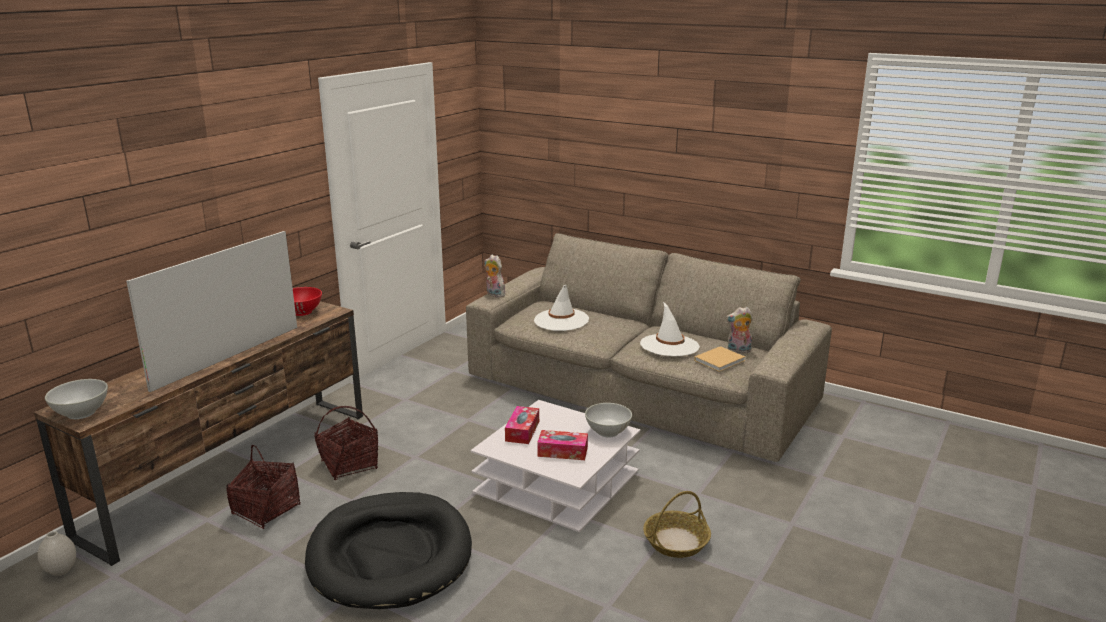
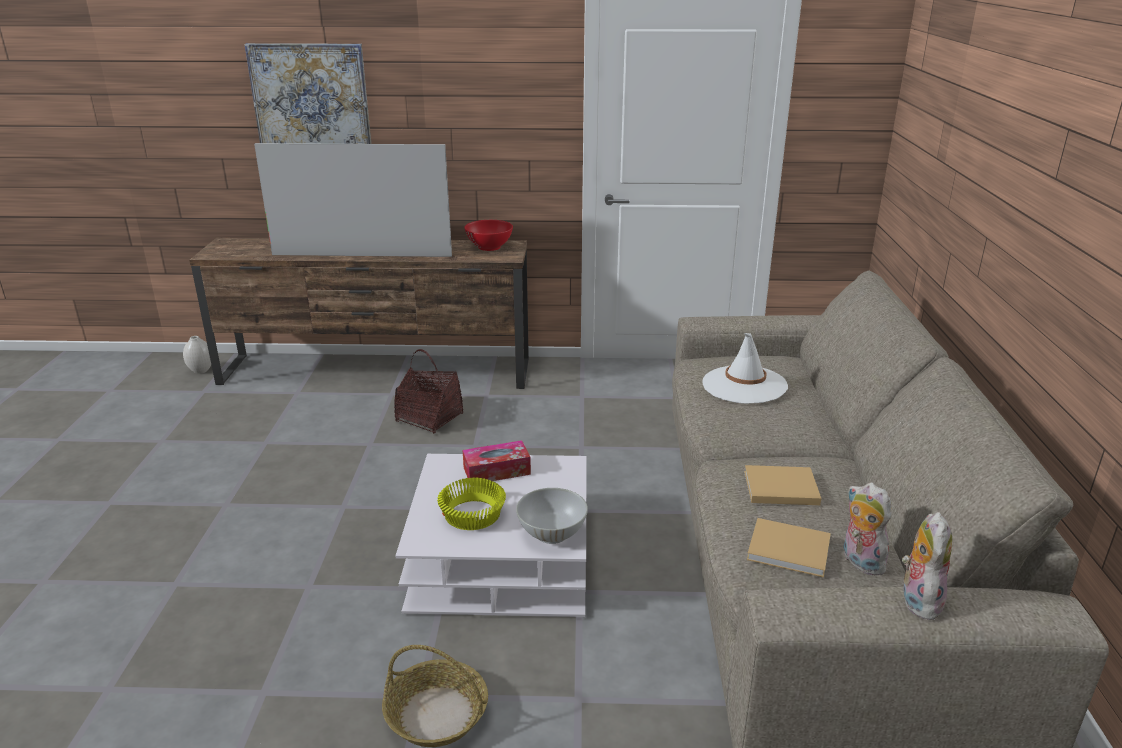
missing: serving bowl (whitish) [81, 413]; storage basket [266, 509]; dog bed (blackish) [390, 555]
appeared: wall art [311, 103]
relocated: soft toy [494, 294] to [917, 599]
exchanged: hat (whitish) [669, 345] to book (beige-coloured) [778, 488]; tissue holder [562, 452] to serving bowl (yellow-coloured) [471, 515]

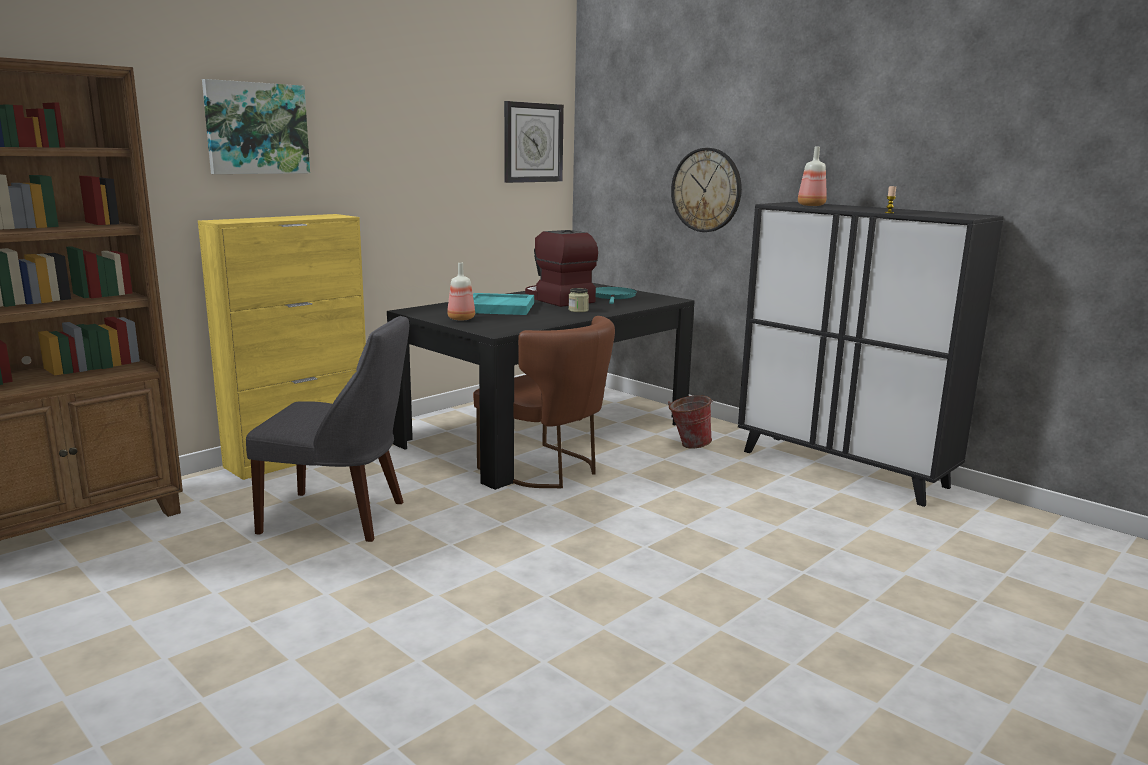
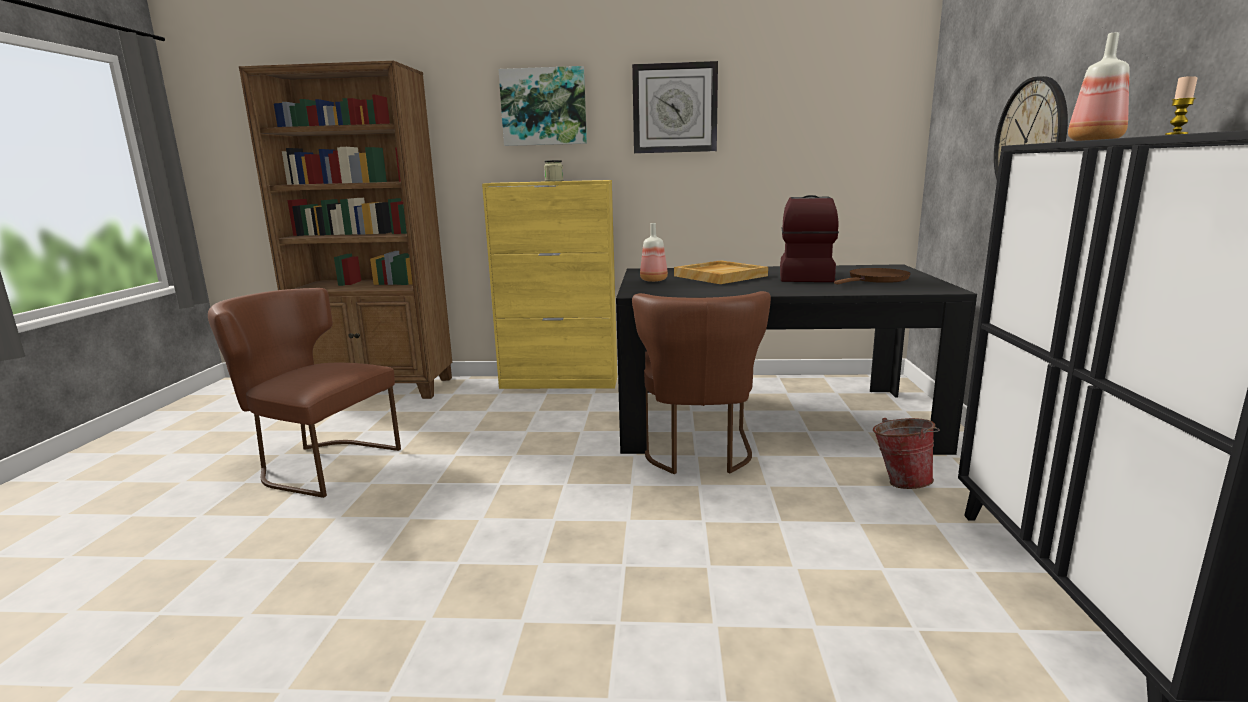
missing: upright chair (gray) [340, 517]
appeared: upright chair (brownish) [319, 464]
relocated: clock on the wall [533, 142] to [675, 108]; jar [578, 310] to [554, 181]
colour: skillet (turquoise-coloured) [613, 297] to skillet (brownish) [876, 279]; tray (turquoise-coloured) [498, 307] to tray (beige-coloured) [720, 276]

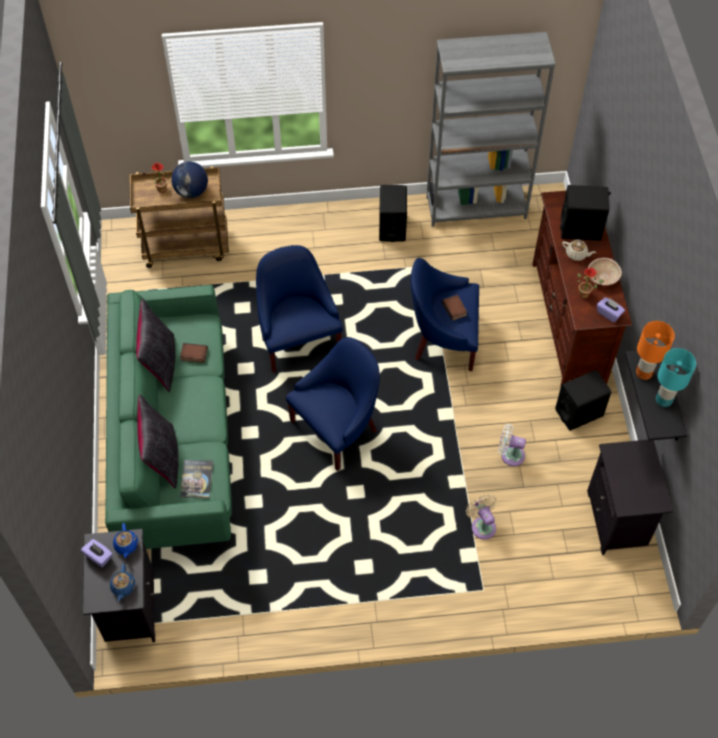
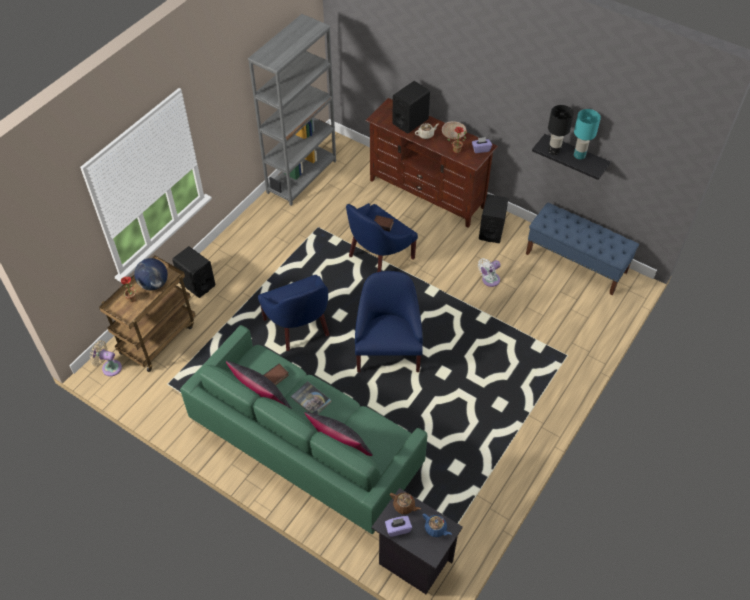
relocated: audio speaker (blackish) [392, 227] to [196, 284]; book [196, 479] to [311, 399]; fan (beige-coloured) [482, 525] to [109, 367]
exchanged: night table (blackish) [618, 520] to long seat (blue) [576, 263]
colour: lamp for a table (orange-coloured) [644, 373] to lamp for a table (blackish) [554, 151]; pot for tea (blue) [126, 545] to pot for tea (brownish) [404, 506]
spun: armchair (blue) [297, 339] = [299, 327] 135 degrees counterclockwise

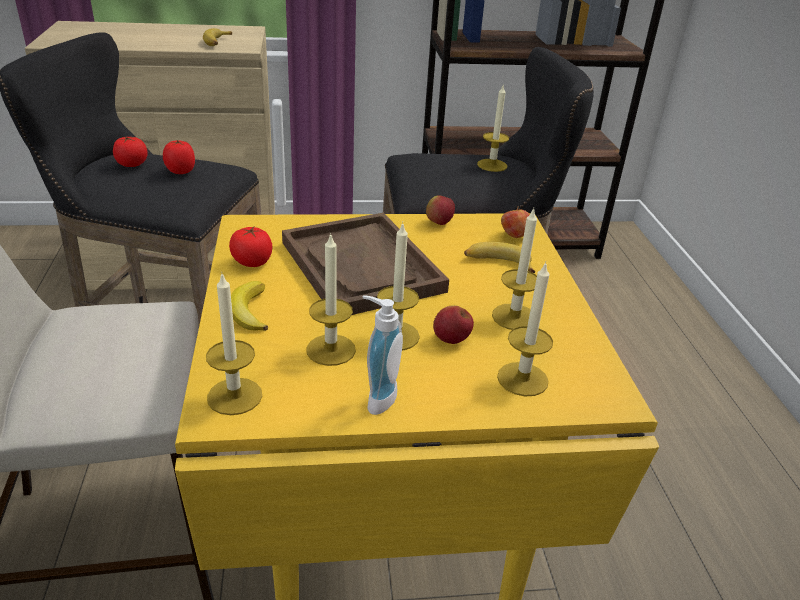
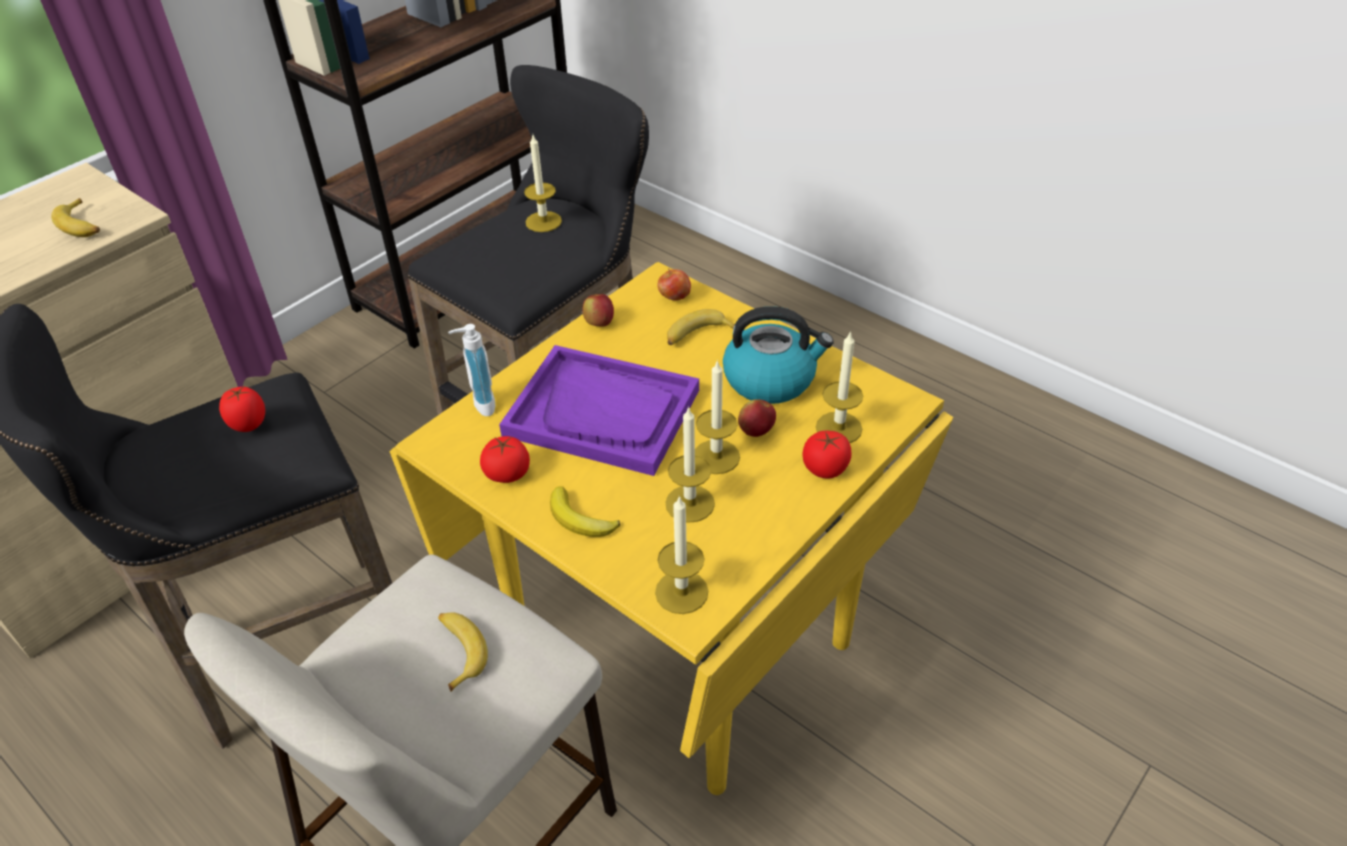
appeared: banana fruit [458, 651]
relocated: whole tomato [132, 164] to [825, 468]; soap bottle [377, 398] to [479, 404]
exchanged: candle [514, 317] to tea kettle [771, 379]
colour: tray (brownish) [362, 266] to tray (purplish) [603, 412]

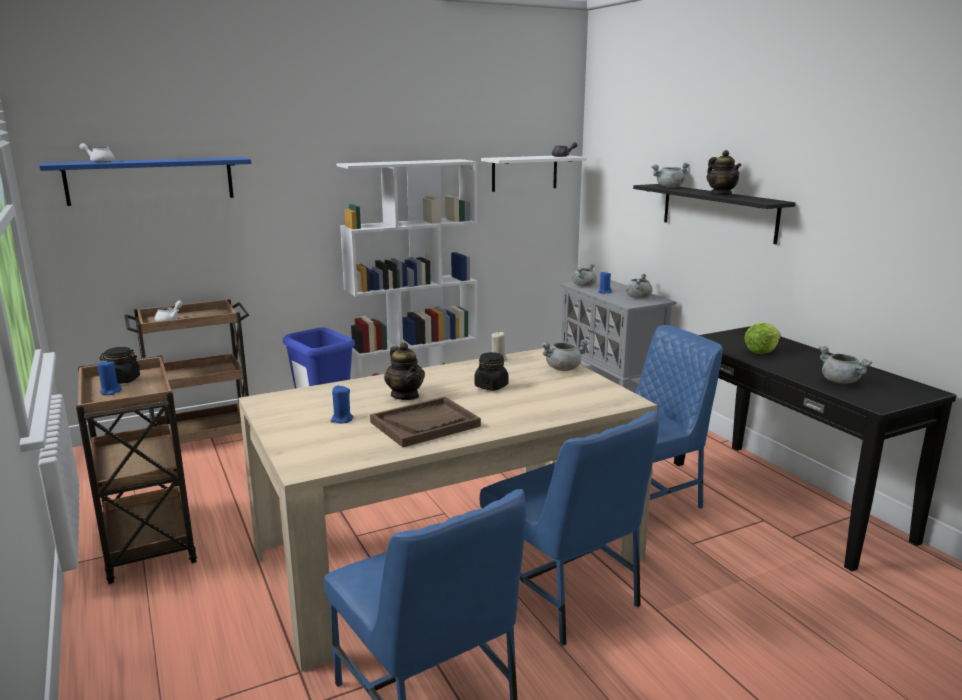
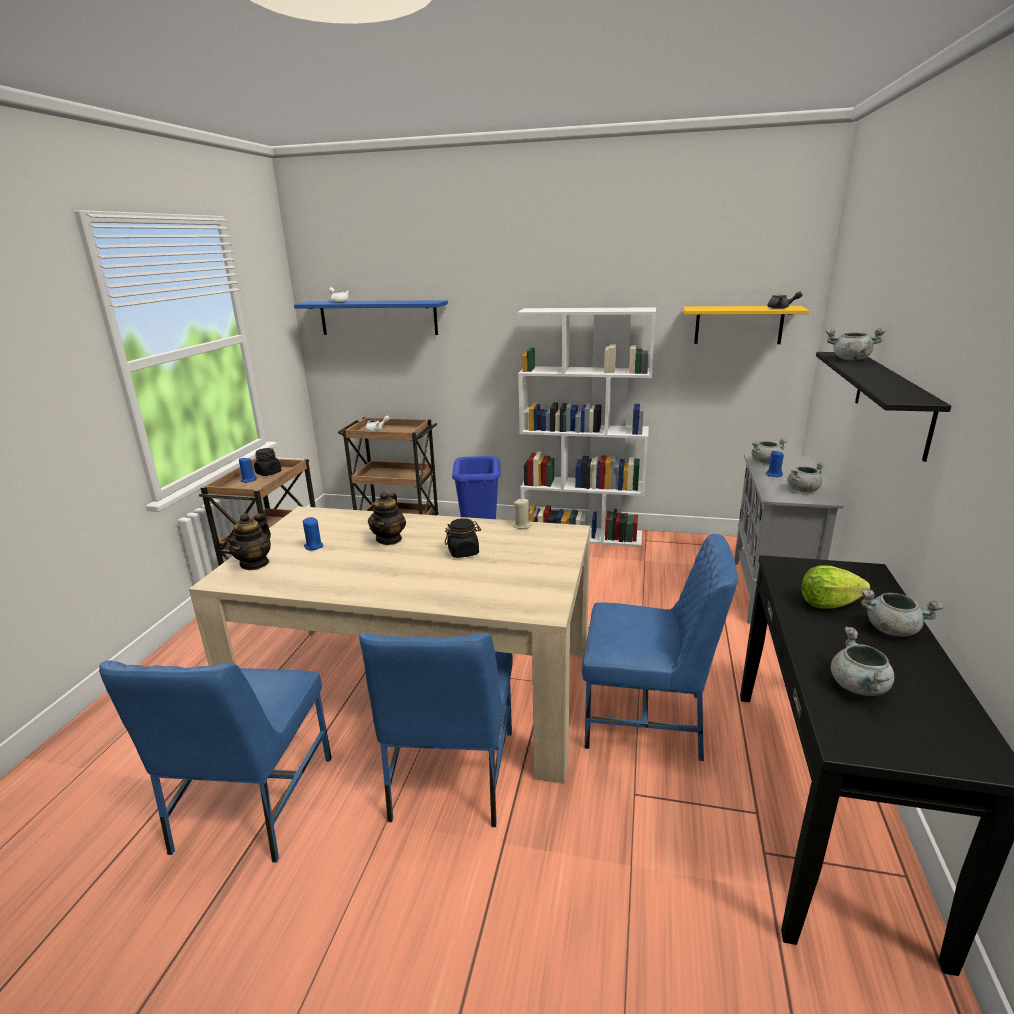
missing: tray (brownish) [425, 424]
relocated: pot for tea [721, 194] to [255, 563]; cooking pot (gray) [563, 368] to [892, 629]
colour: wall shelf (whitish) [524, 173] to wall shelf (yellow-coloured) [738, 325]

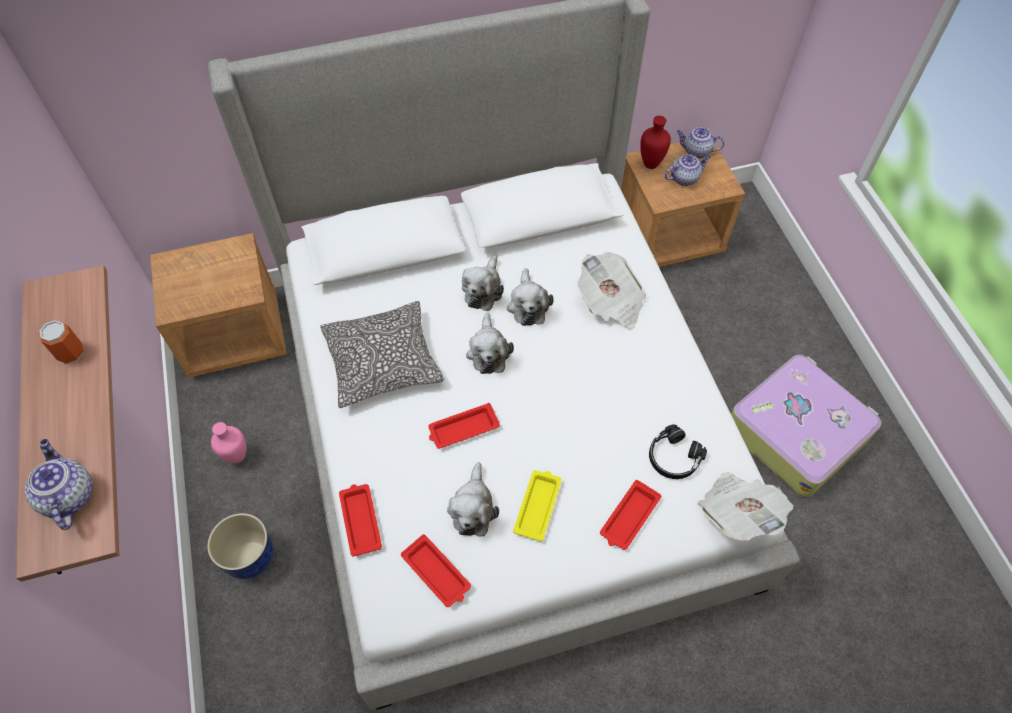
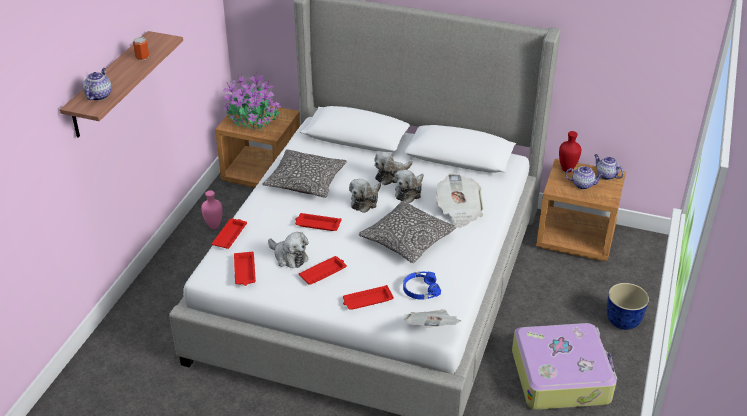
appeared: houseplant [252, 119]; pillow [407, 240]
relocated: plant pot [250, 558] to [622, 321]
colour: headset (blackish) [673, 457] to headset (blue) [420, 290]; tray (yellow-coloured) [538, 505] to tray (reddish) [323, 272]
spun: soft toy [472, 508] = [289, 257] 90 degrees counterclockwise

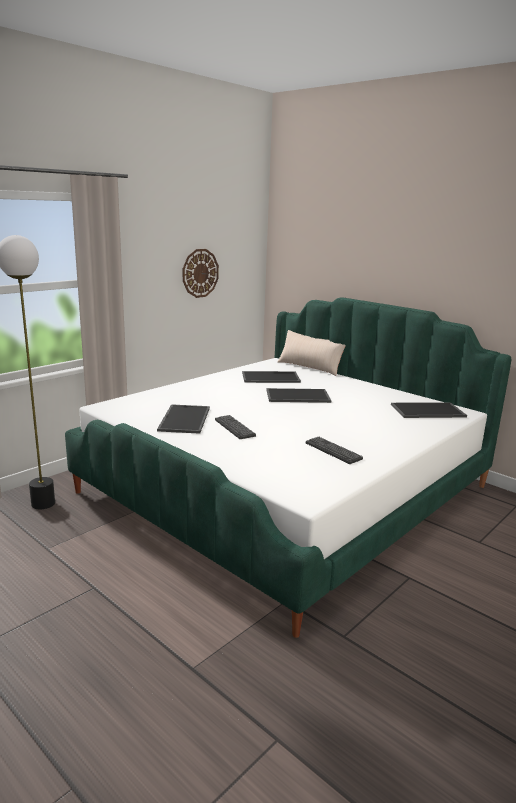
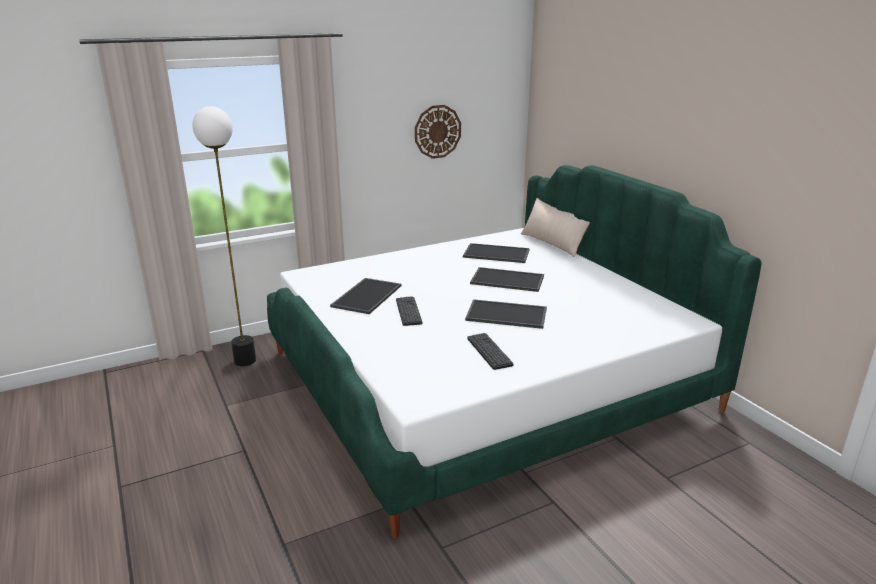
relocated: tray [427, 411] to [505, 315]

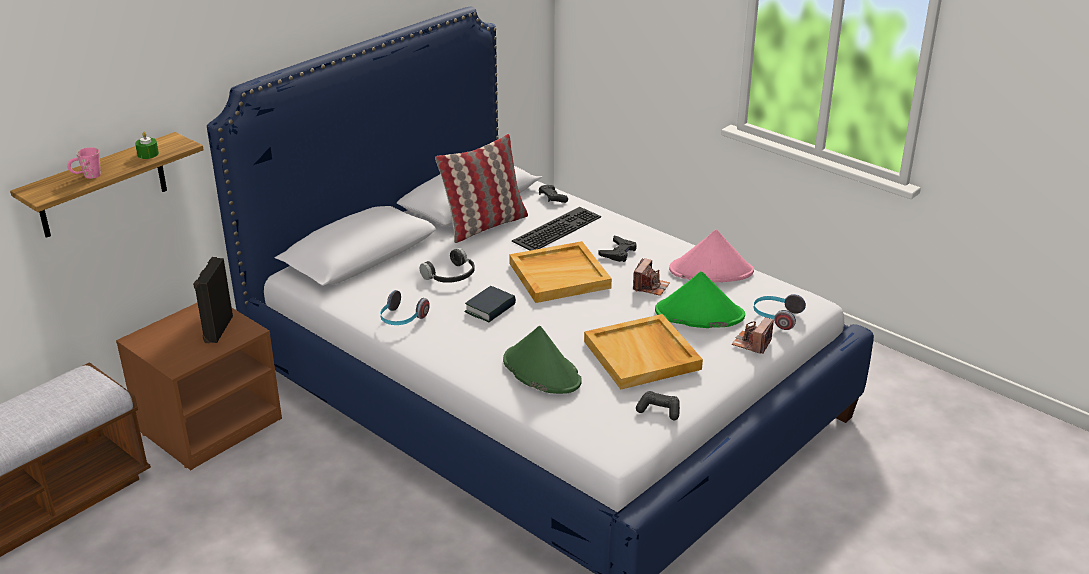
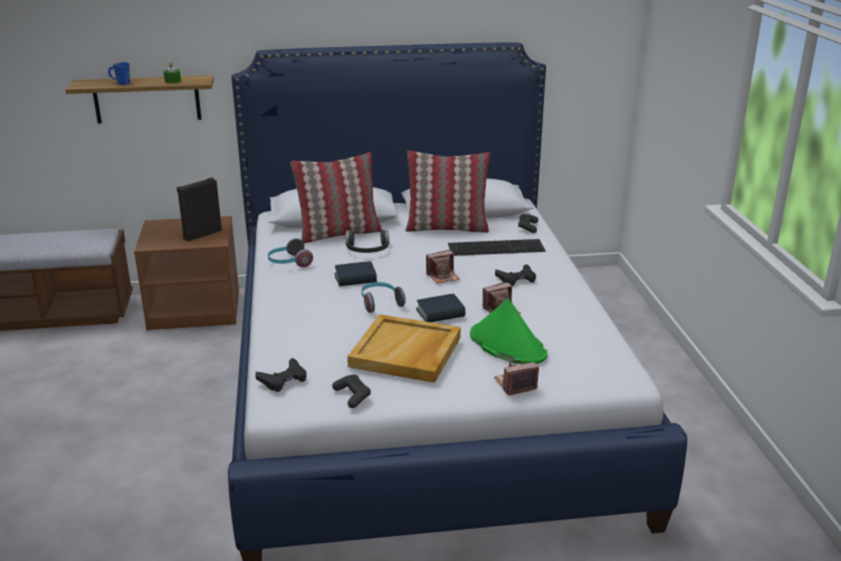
missing: hat (pink-coloured) [711, 271]; hat (green-coloured) [541, 371]
appeared: pillow [338, 233]; book [440, 313]; joypad (blackish) [283, 379]
relocated: headset [776, 317] to [380, 303]
exchanged: tray (beige-coloured) [560, 275] to photo camera [443, 276]
colour: coffee mug (pink-coloured) [87, 176] to coffee mug (blue) [120, 83]

